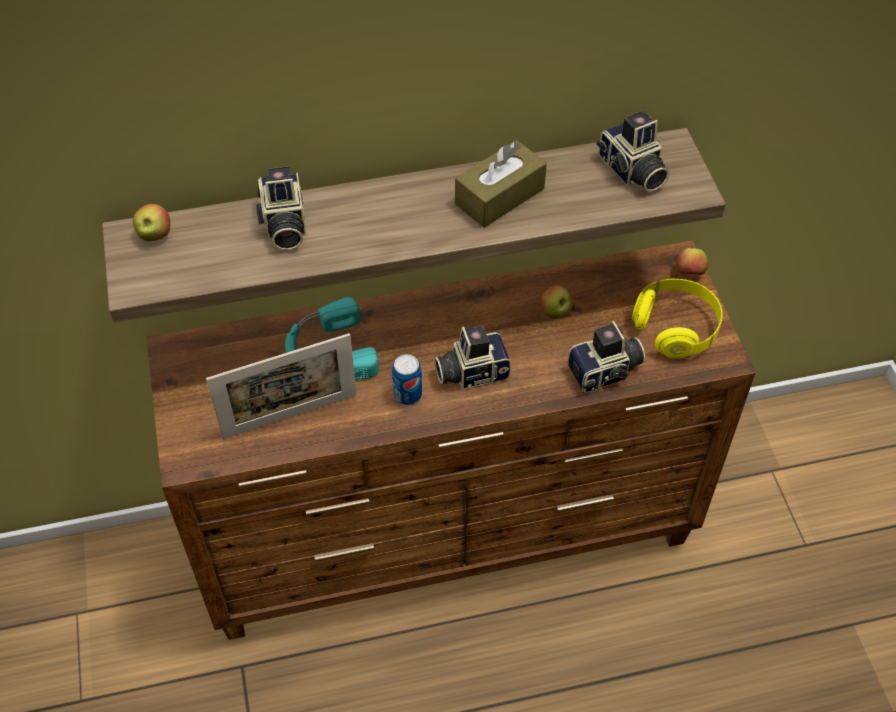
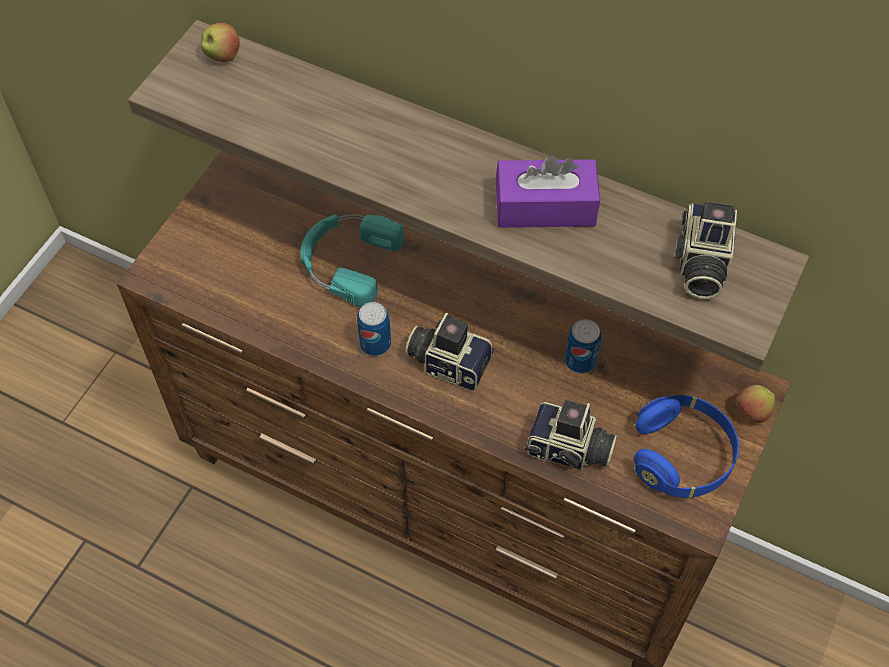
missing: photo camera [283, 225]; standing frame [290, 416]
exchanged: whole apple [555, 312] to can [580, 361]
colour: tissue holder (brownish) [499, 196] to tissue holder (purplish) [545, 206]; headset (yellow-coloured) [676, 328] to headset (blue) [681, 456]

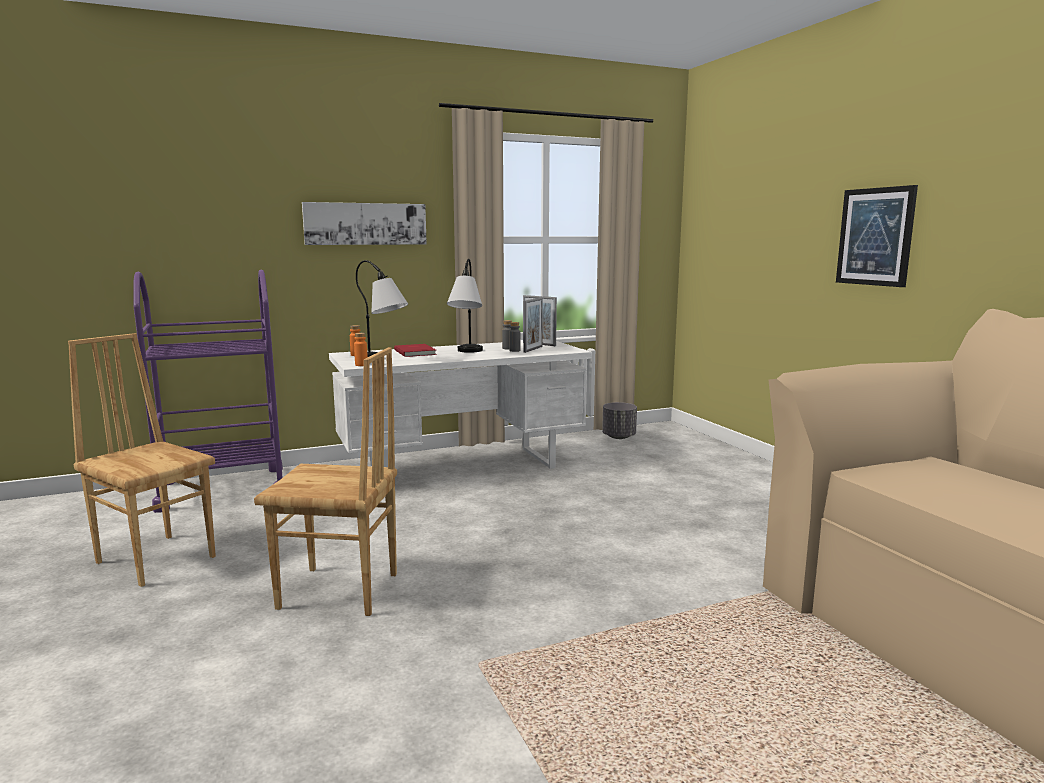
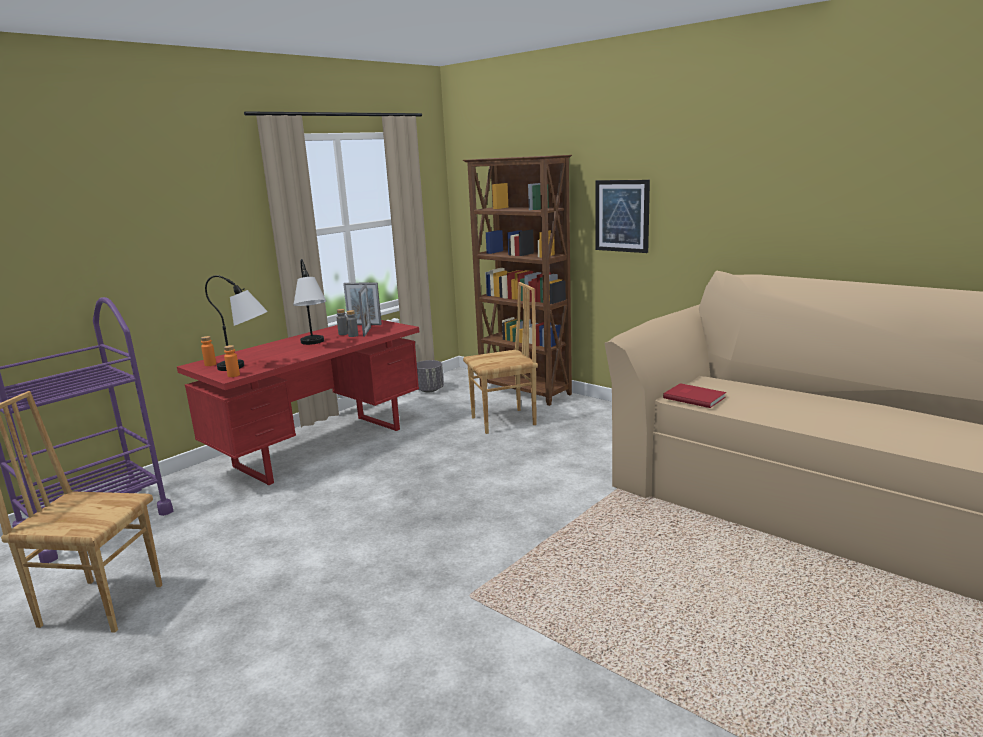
missing: wall art [365, 224]
appeared: shelving unit (brownish) [524, 392]
relocated: book (reddish) [416, 352] to [694, 397]; upright chair (brownish) [339, 592] to [504, 421]
colour: desk table (whitish) [464, 468] to desk table (reddish) [321, 446]

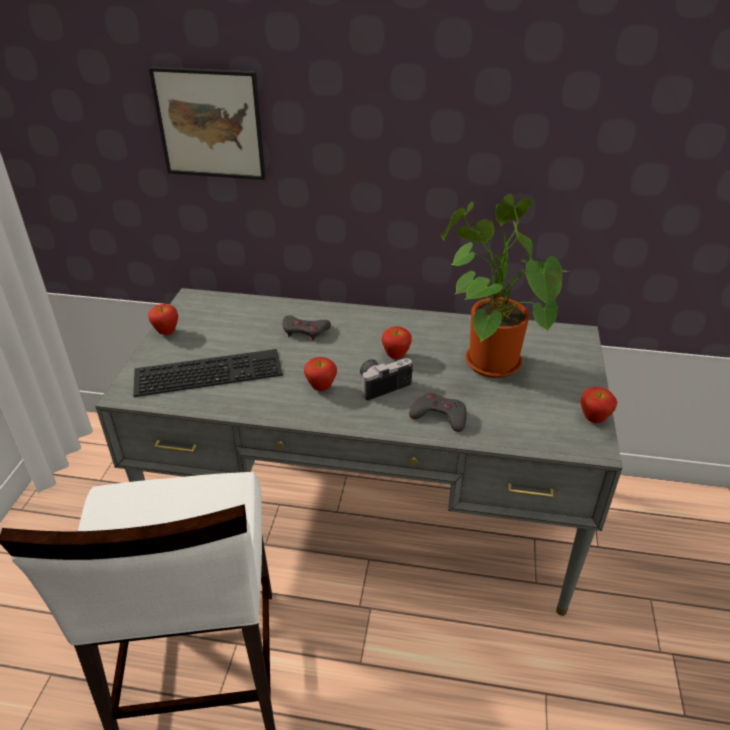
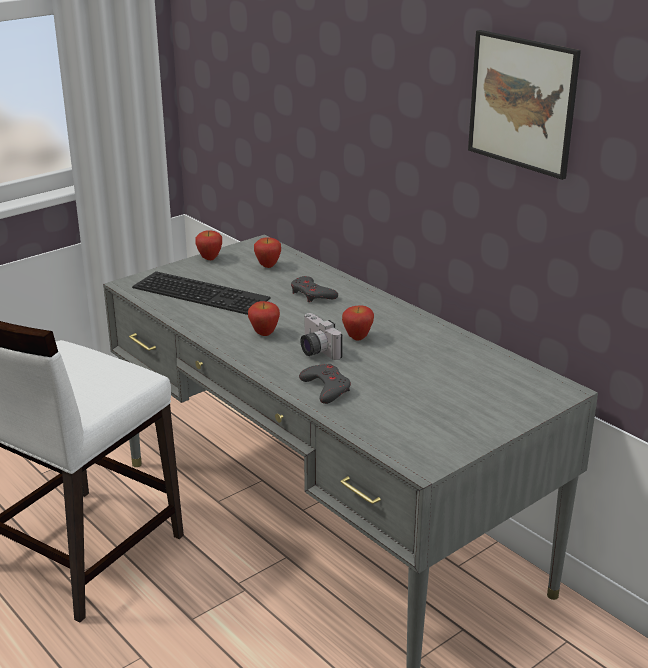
missing: houseplant [487, 360]
relocated: wall art [210, 124] to [522, 103]; whole apple [593, 420] to [268, 266]
spun: photo camera [382, 384] = [315, 350] 135 degrees counterclockwise

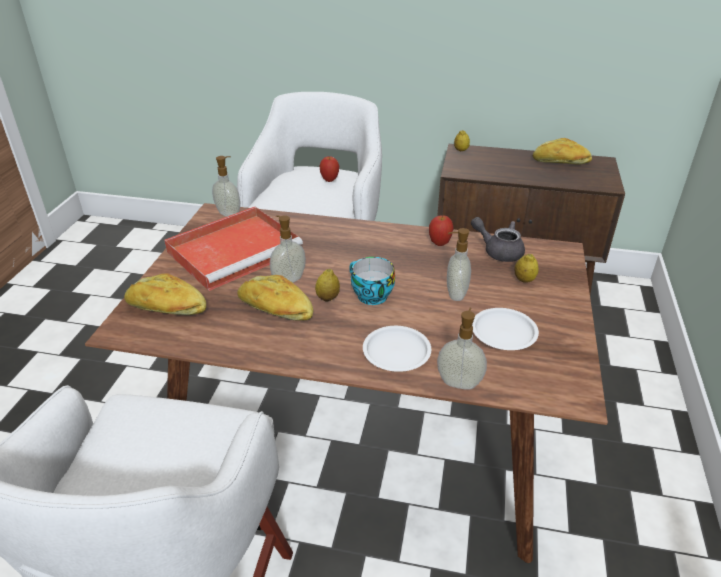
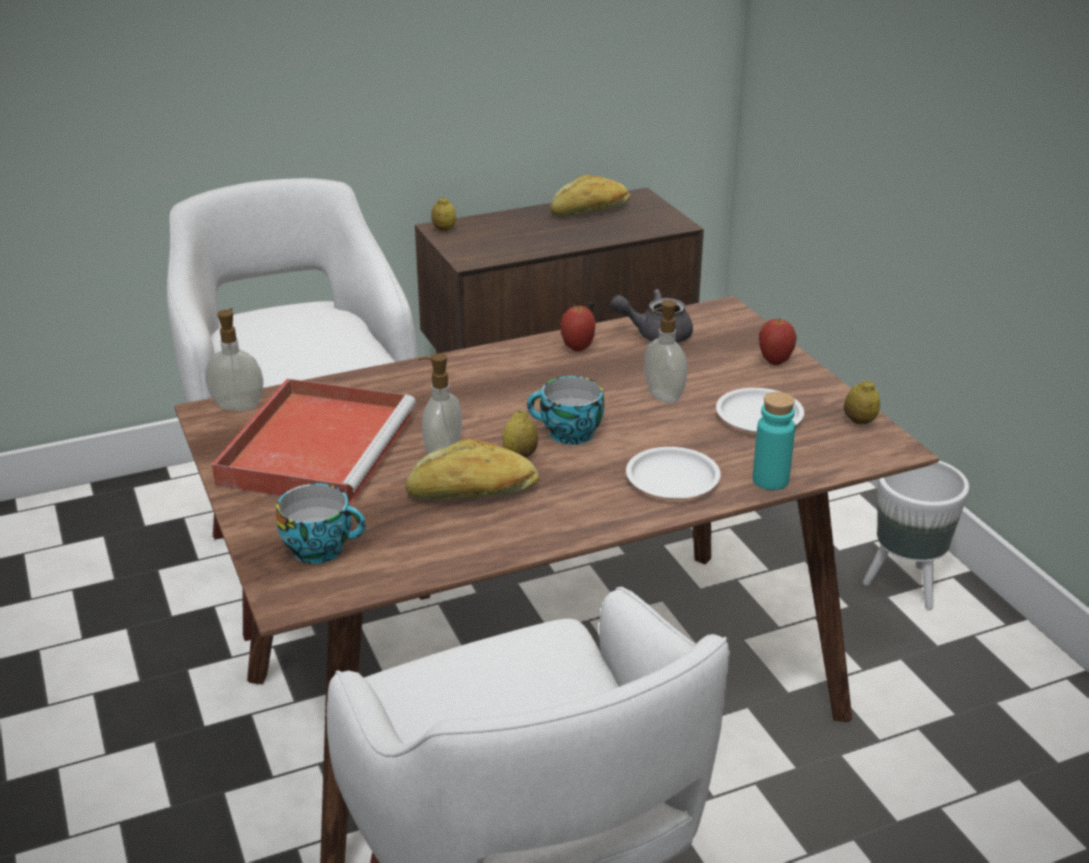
appeared: plant pot (whitish) [905, 586]
relocated: whole apple [329, 180] to [775, 361]; lemon [524, 280] to [859, 421]
exchanged: bread [167, 309] to cup [322, 548]; soap bottle [459, 382] to beverage bottle (turquoise-coloured) [770, 480]

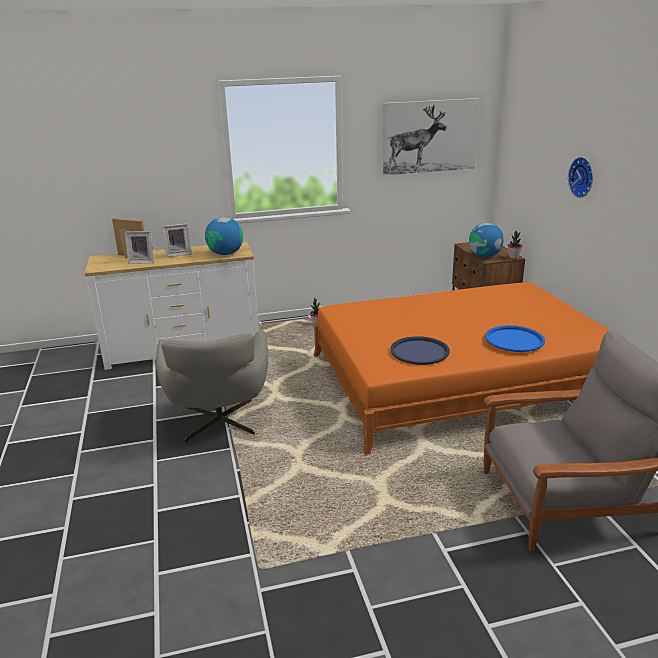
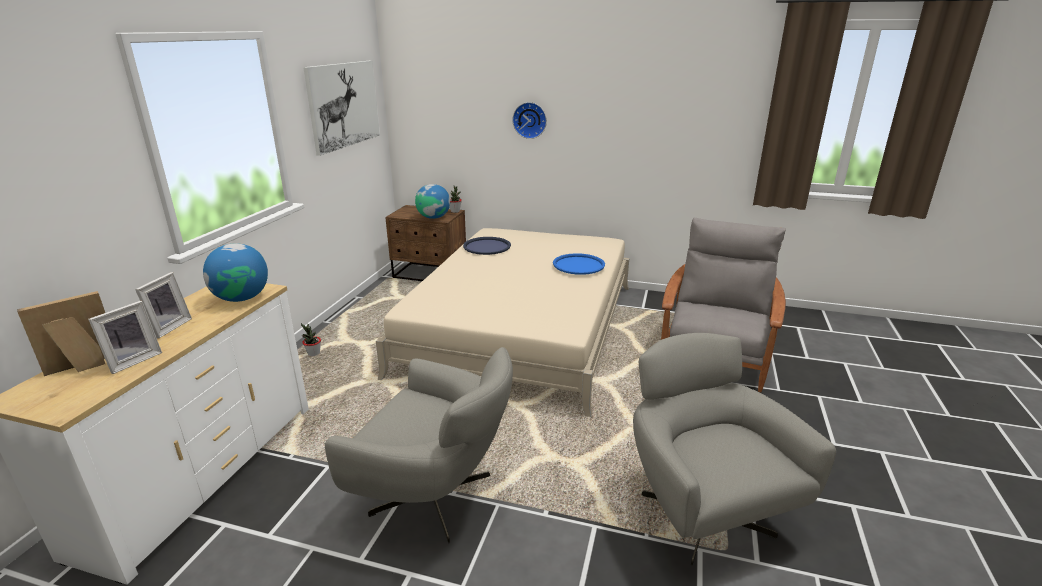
appeared: armchair (gray) [702, 512]
relocated: tray (blue) [419, 351] to [487, 246]
colour: sleeping bed (orange-coloured) [458, 380] to sleeping bed (beige-coloured) [521, 327]

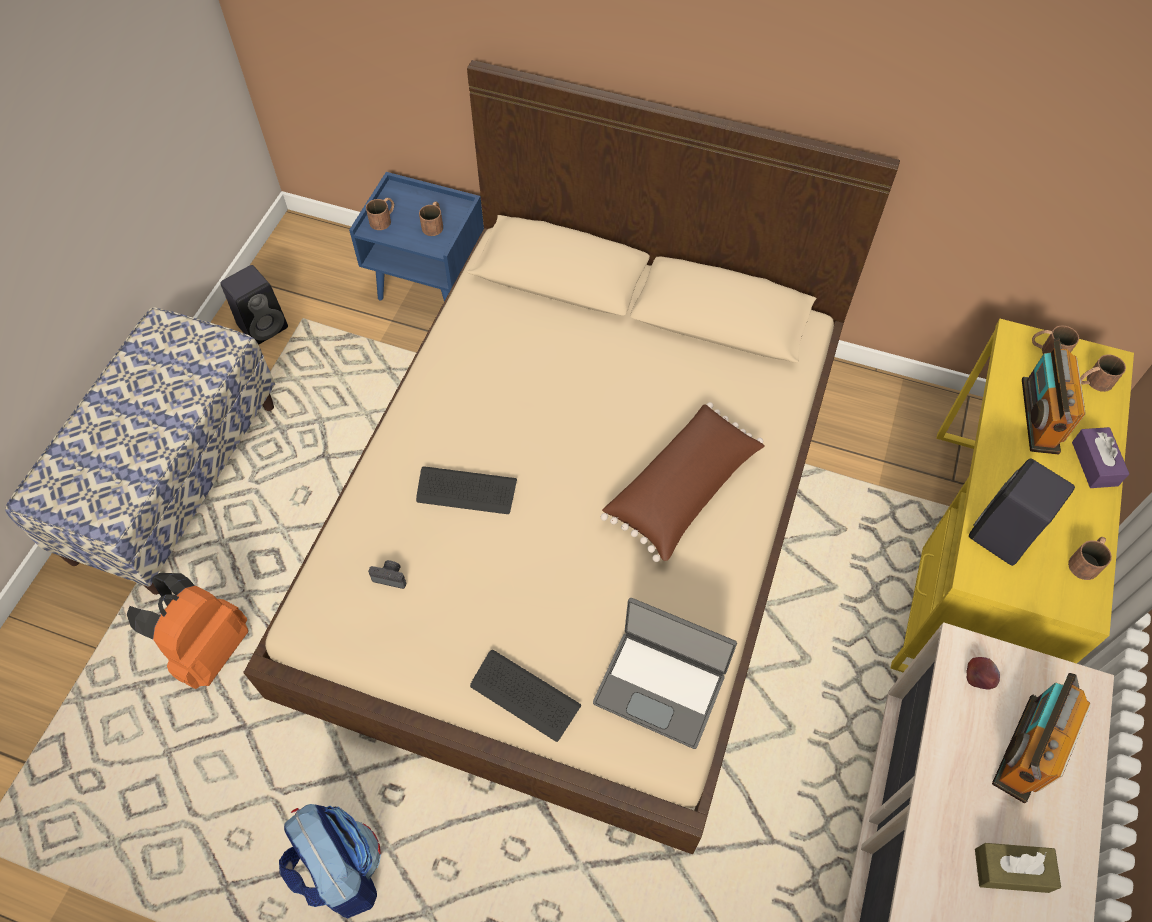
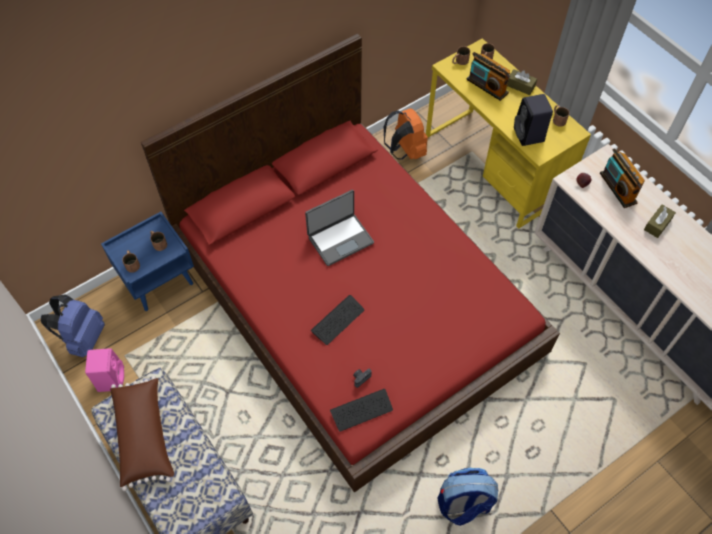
appeared: rucksack (blue) [83, 338]
relocated: pillow (brownish) [683, 491] to [144, 435]; rucksack (orange-coloured) [207, 649] to [405, 151]; notebook computer [660, 687] to [340, 239]; computer keyboard [524, 696] to [361, 410]
colour: sleeping bed (beige-coloured) [577, 514] to sleeping bed (reddish) [355, 297]; audio speaker (blackish) [264, 325] to audio speaker (pink-coloured) [111, 378]; tissue holder (purplish) [1094, 463] to tissue holder (brownish) [520, 86]

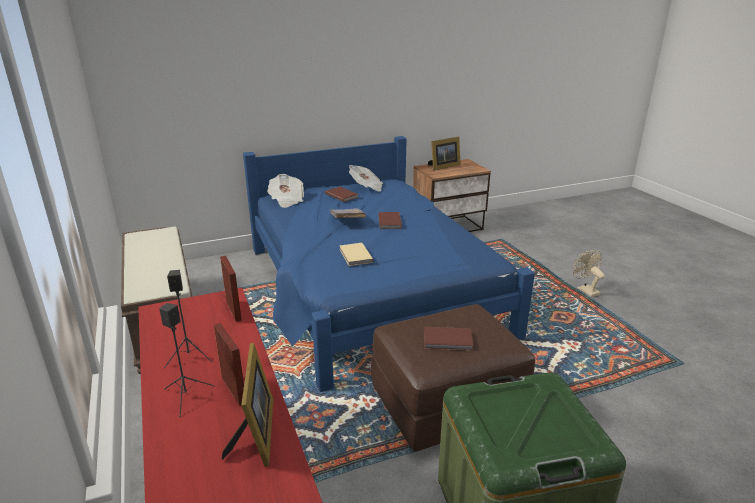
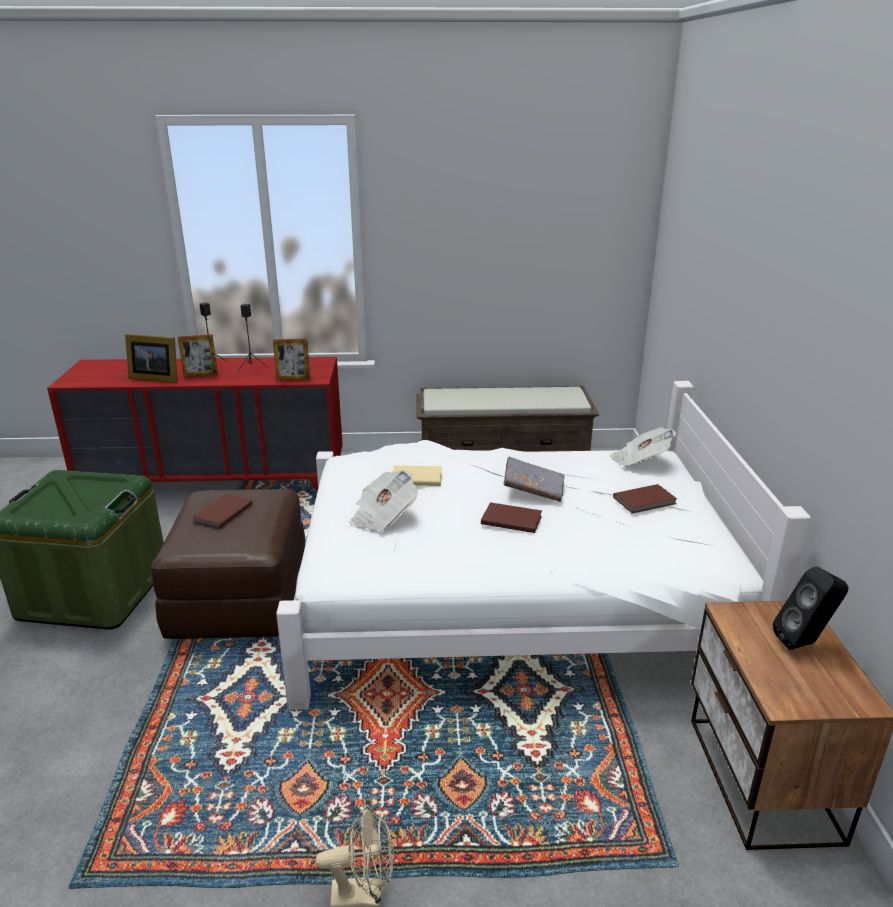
relocated: newspaper [366, 187] to [383, 517]
exchanged: standing frame [443, 166] to audio speaker (blackish) [804, 643]
colour: sleeping bed (blue) [369, 289] to sleeping bed (whitish) [508, 598]

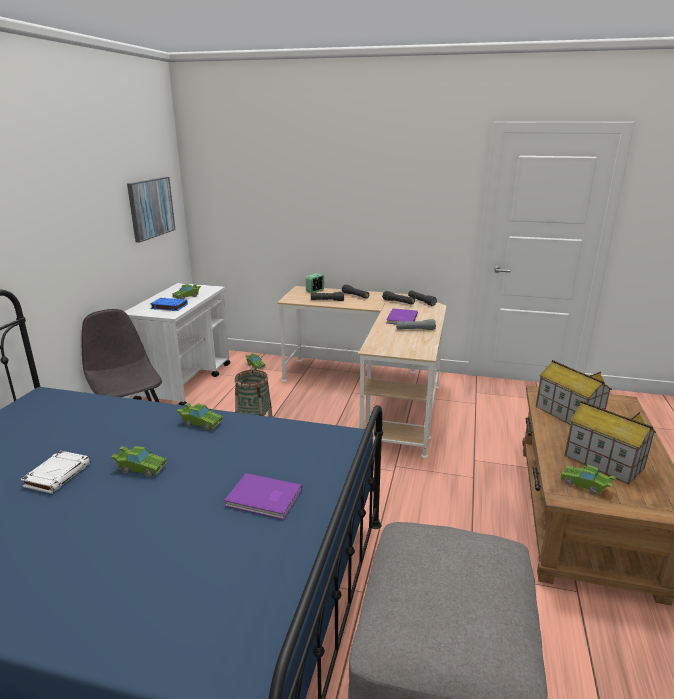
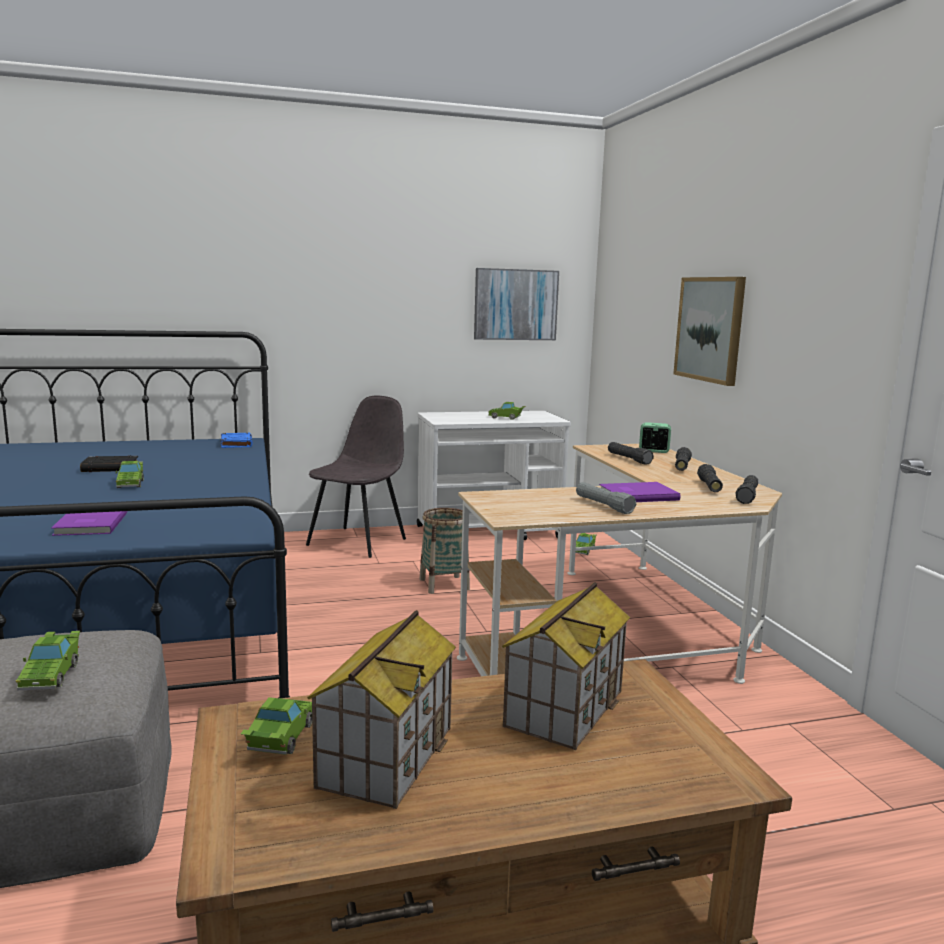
appeared: wall art [710, 329]
relocated: book (blue) [169, 306] to [236, 443]; model car (green-coloured) [200, 423] to [52, 674]
colour: book (whitish) [58, 475] to book (blackish) [111, 468]

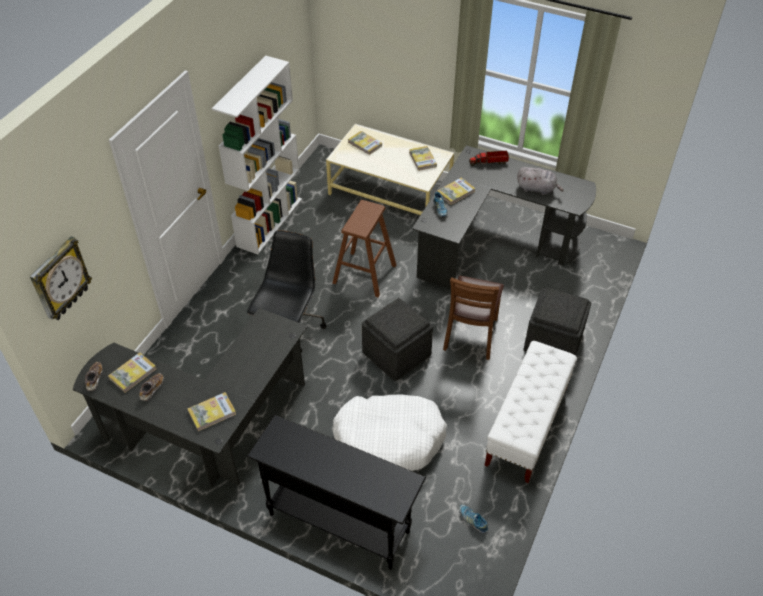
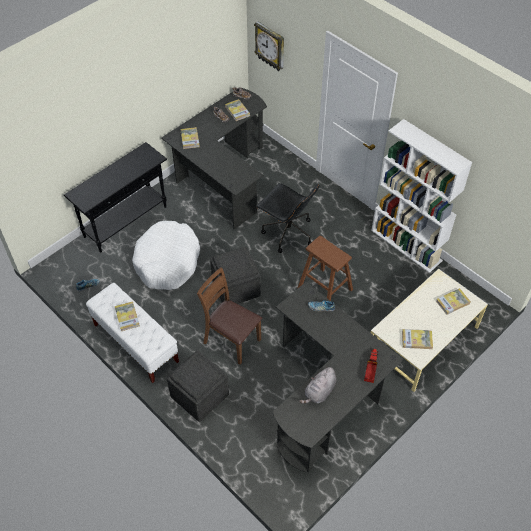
relocated: book [455, 192] to [127, 317]

